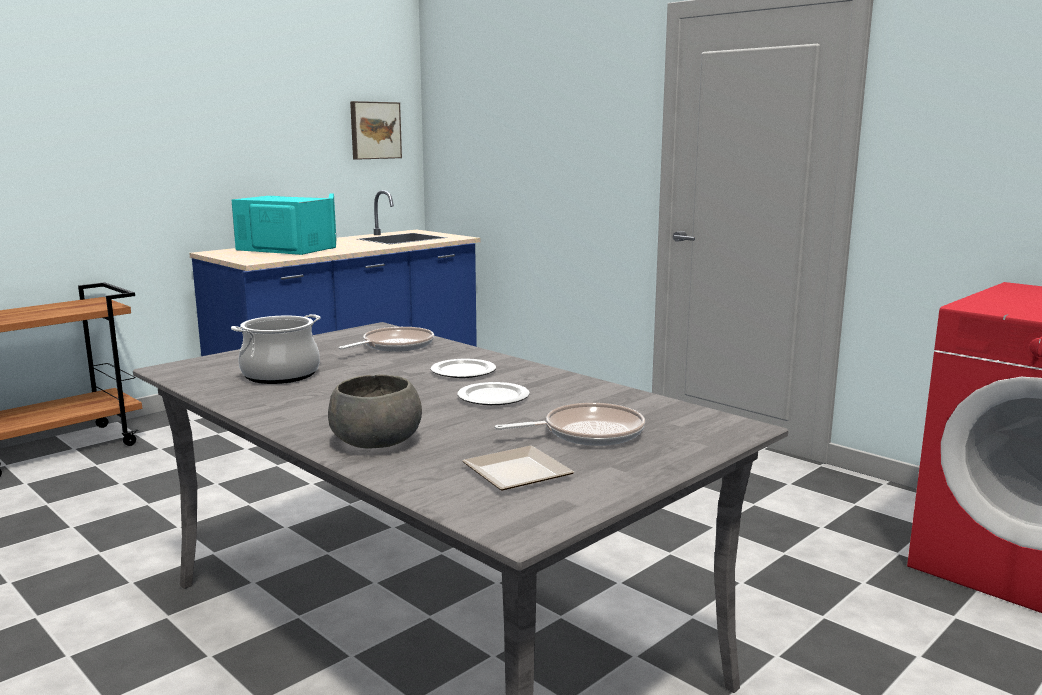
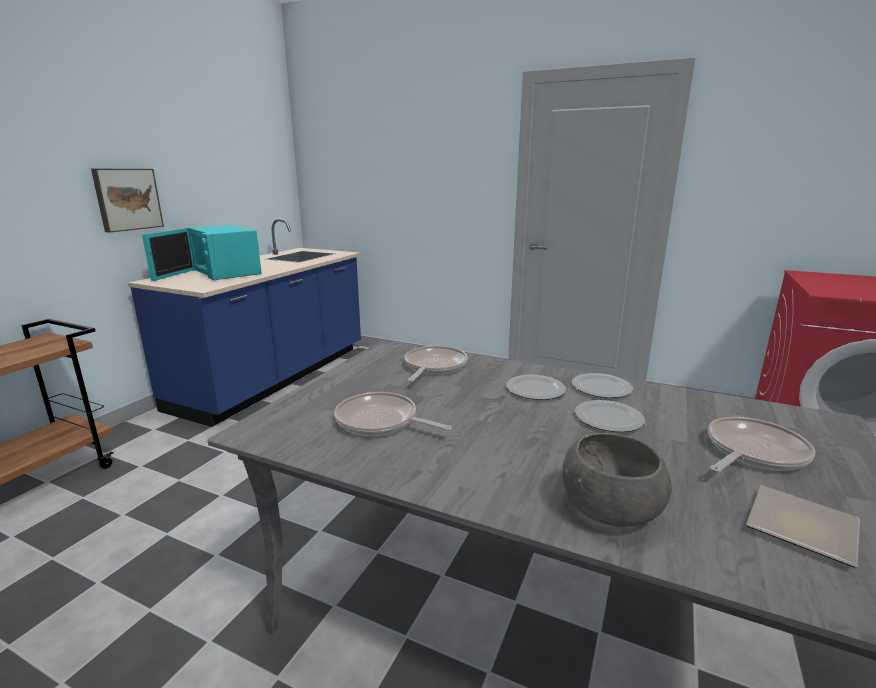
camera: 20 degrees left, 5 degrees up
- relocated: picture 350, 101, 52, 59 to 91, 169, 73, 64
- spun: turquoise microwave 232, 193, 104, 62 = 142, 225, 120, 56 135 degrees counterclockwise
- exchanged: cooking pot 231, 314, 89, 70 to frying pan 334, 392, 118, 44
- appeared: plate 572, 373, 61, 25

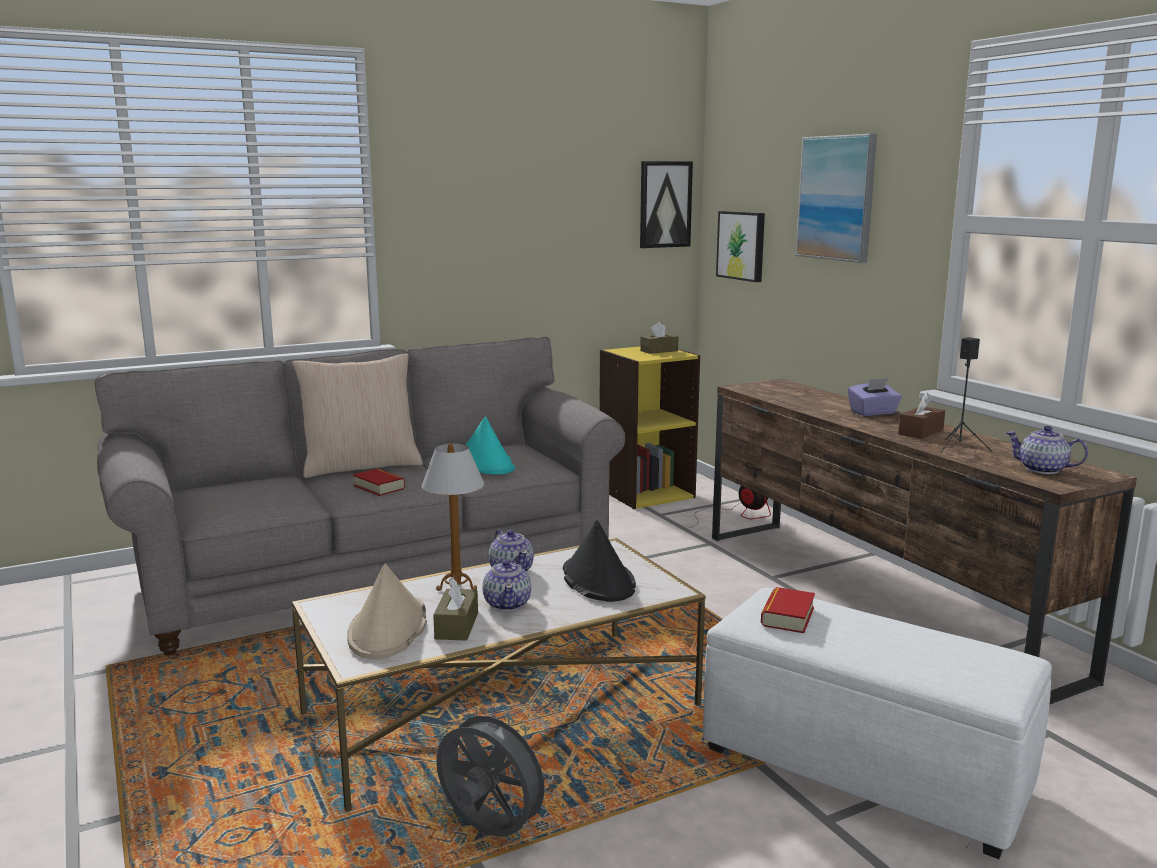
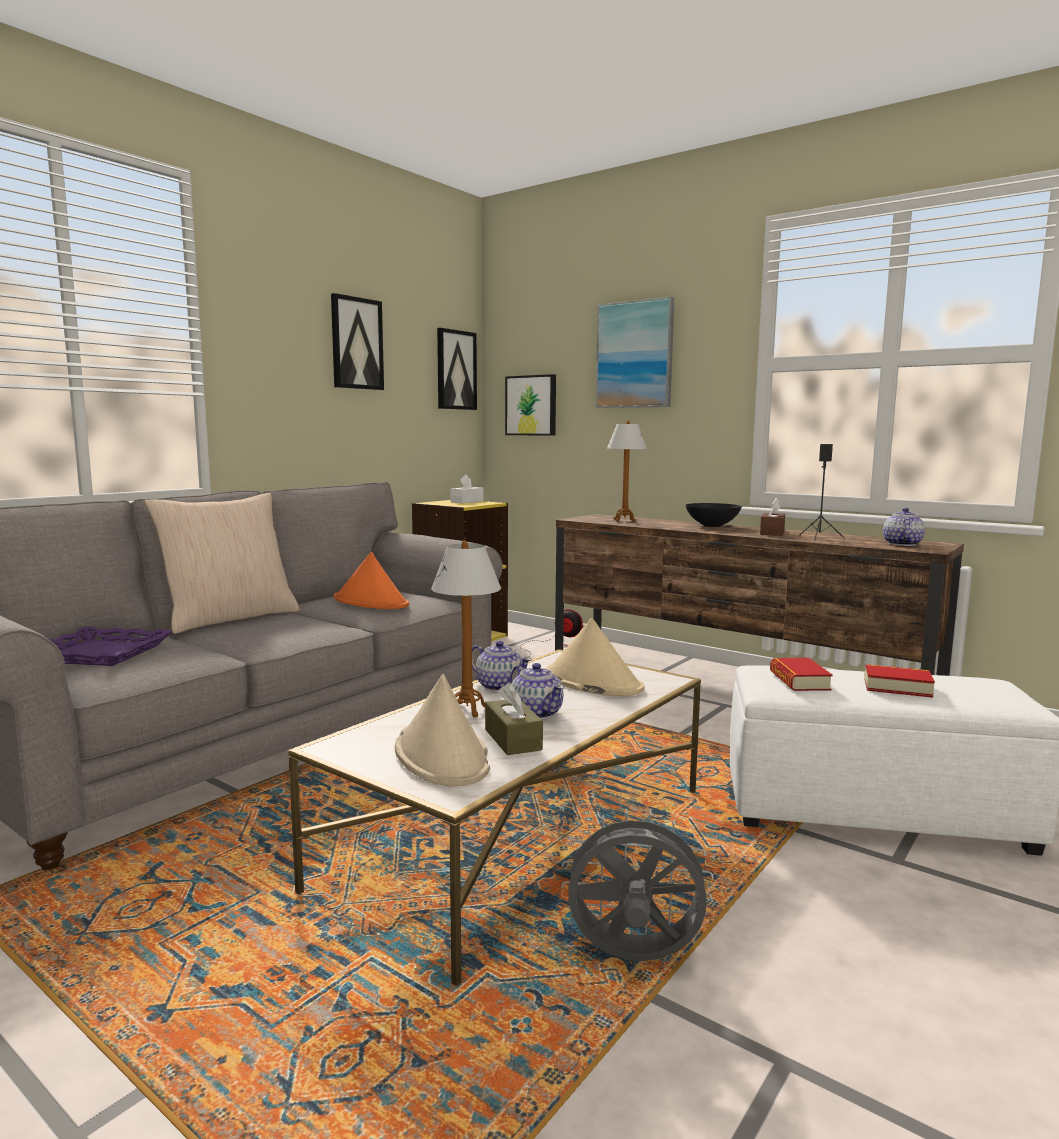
camera: 25 degrees left, 5 degrees down
- colour: brown tissue box 640, 322, 38, 32 to white tissue box 450, 475, 34, 28
- exchanged: purple tissue box 848, 378, 54, 38 to black bowl 685, 503, 57, 24
- colour: turquoise hat 466, 416, 49, 59 to orange hat 333, 552, 76, 57
- spun: teapot 1006, 426, 82, 48 = 883, 508, 42, 38 105 degrees clockwise
- relocated: book 353, 469, 52, 27 to 865, 664, 70, 34
- colour: black hat 563, 520, 73, 82 to beige hat 546, 618, 99, 78
- appeared: picture 331, 293, 53, 97
- appeared: table lamp 607, 421, 40, 101
- appeared: purple tray 50, 626, 122, 40

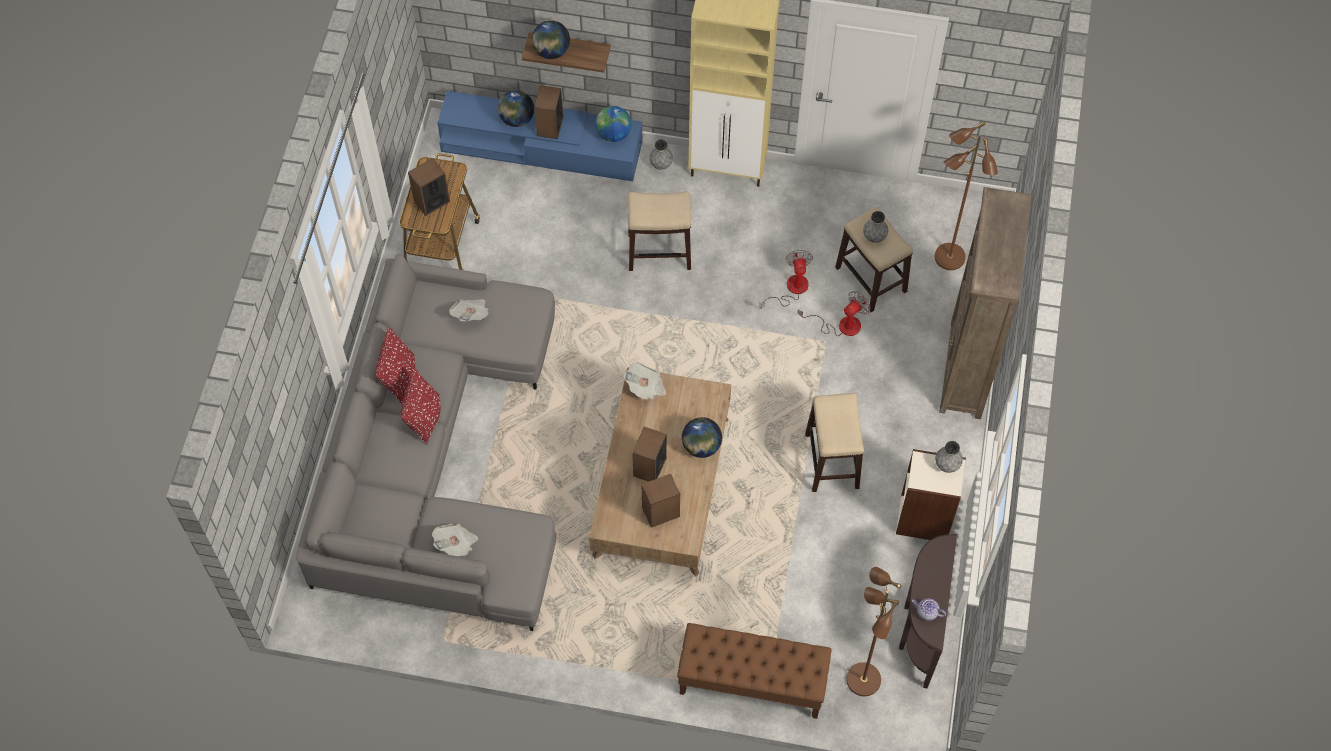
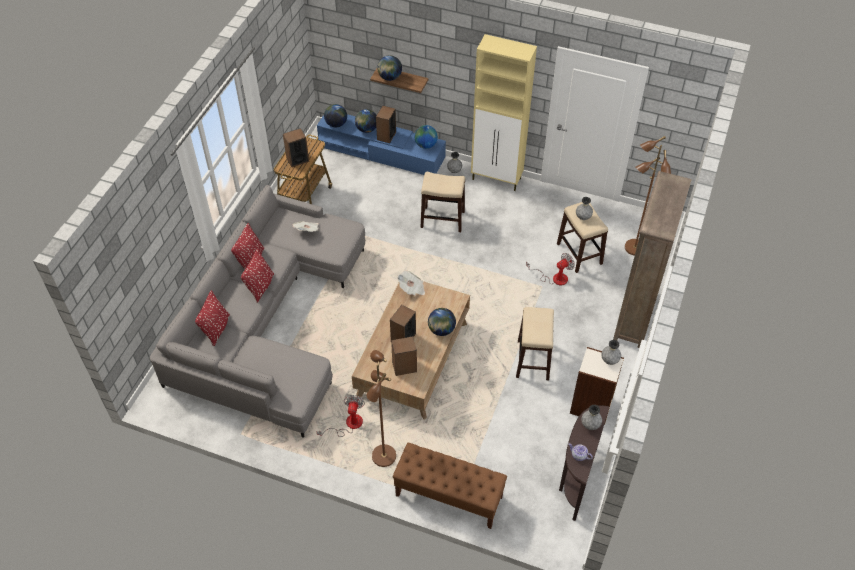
camera: 10 degrees right, 10 degrees down
- relocated: fan 759, 250, 54, 59 to 317, 395, 48, 42
- missing: newspaper 432, 523, 46, 33
- relocated: brown floor lamp 846, 567, 55, 129 to 366, 350, 30, 117
- appeared: globe 324, 104, 23, 24
- appeared: red pillow 195, 290, 35, 56
- appeared: grey vase 581, 405, 21, 25

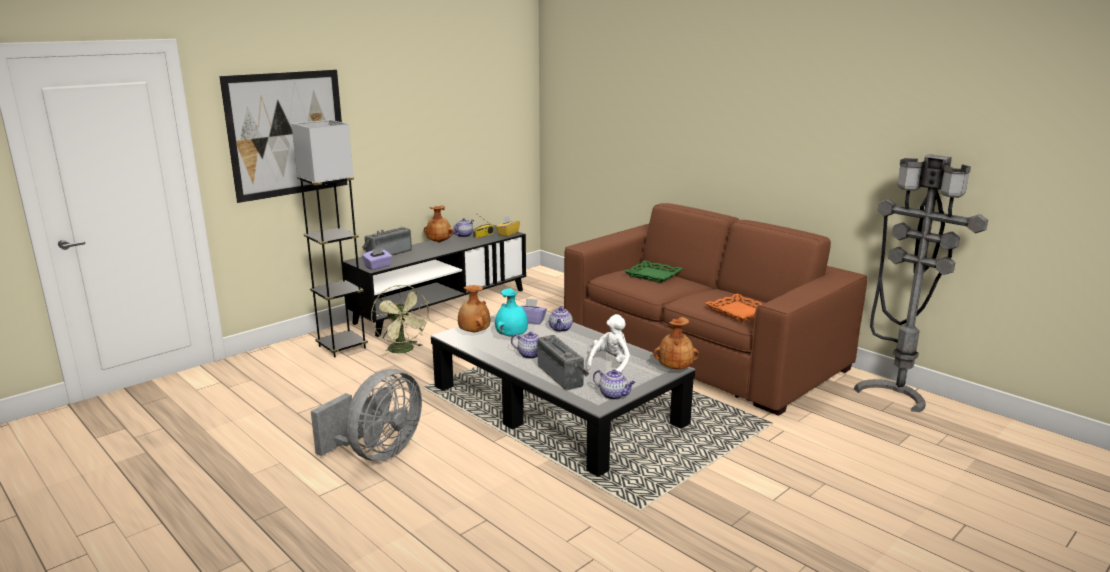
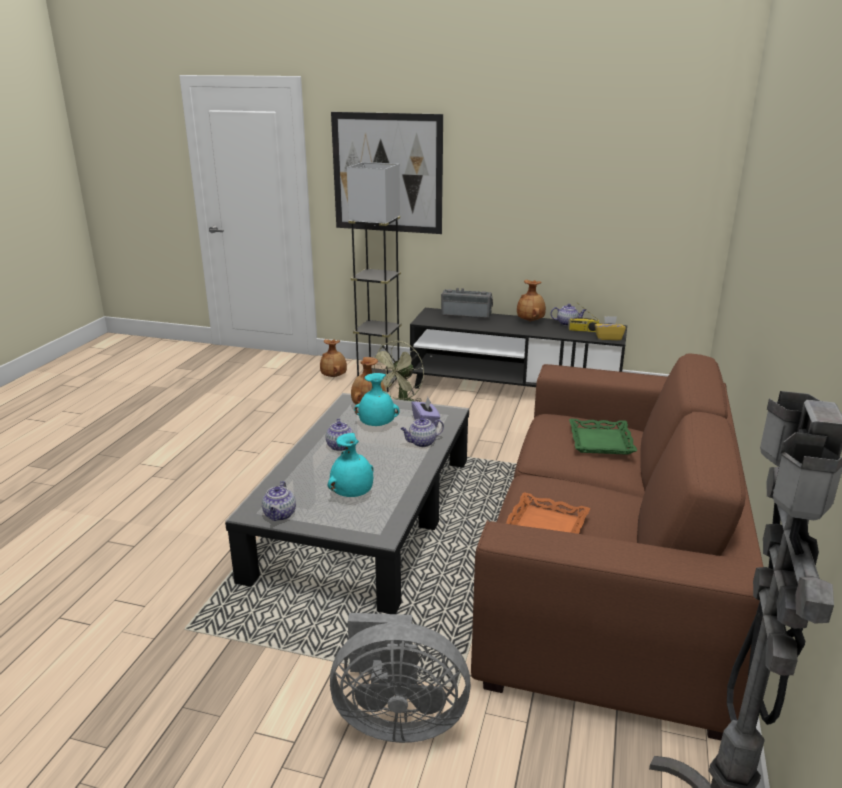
camera: 60 degrees right, 5 degrees up
- missing: purple tissue box 362, 247, 30, 23
- exchanged: white plush toy 586, 314, 44, 58 to turquoise vase 328, 433, 46, 64
- relocated: brown vase 653, 317, 46, 52 to 320, 339, 27, 38
- missing: radio 537, 335, 52, 55
- relocated: grey fan 311, 369, 111, 92 to 330, 613, 141, 130

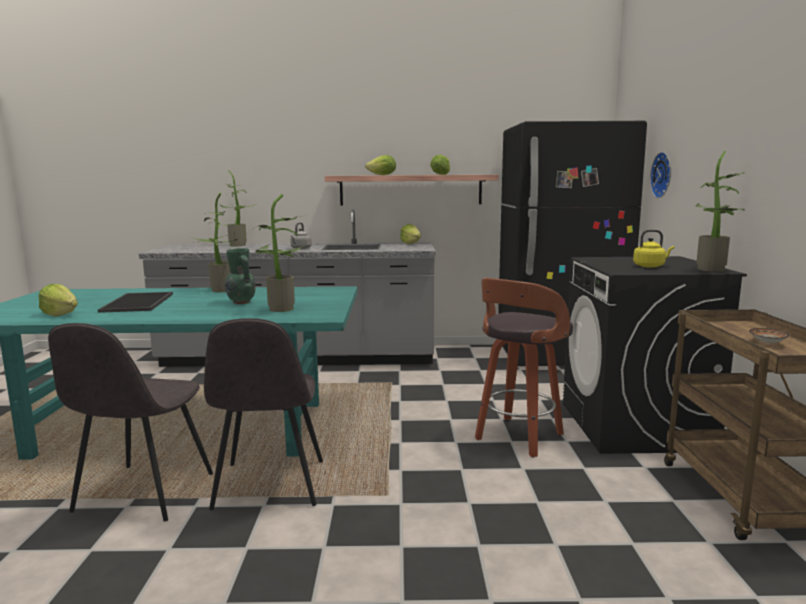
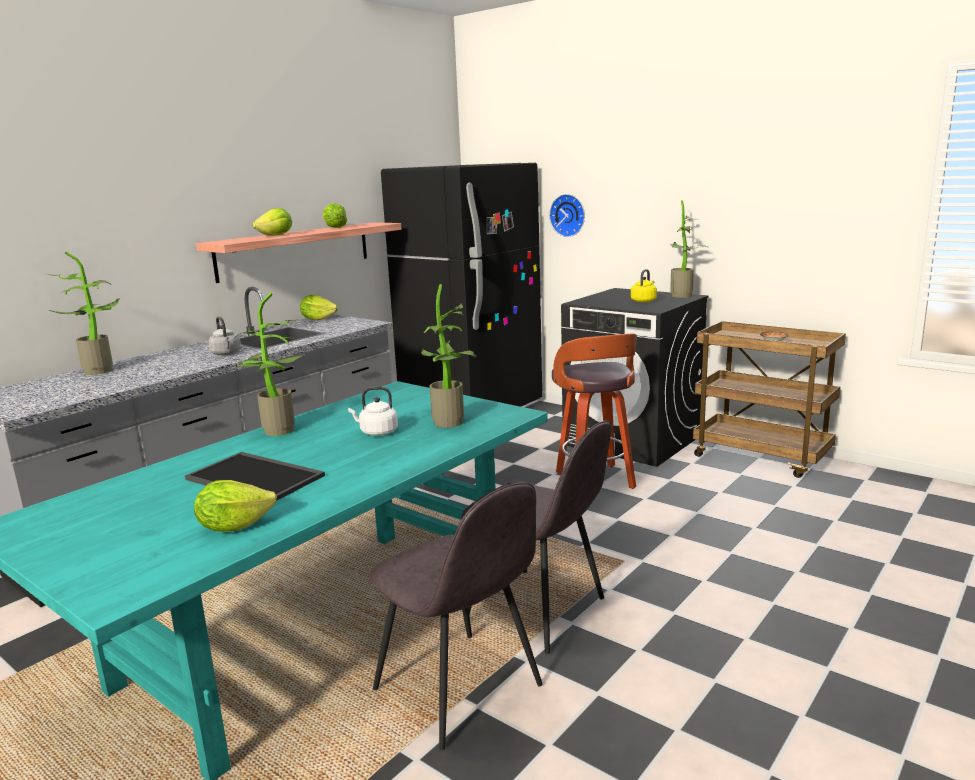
camera: 50 degrees left, 5 degrees up
- exchanged: green vase 225, 248, 31, 56 to white kettle 348, 387, 50, 49

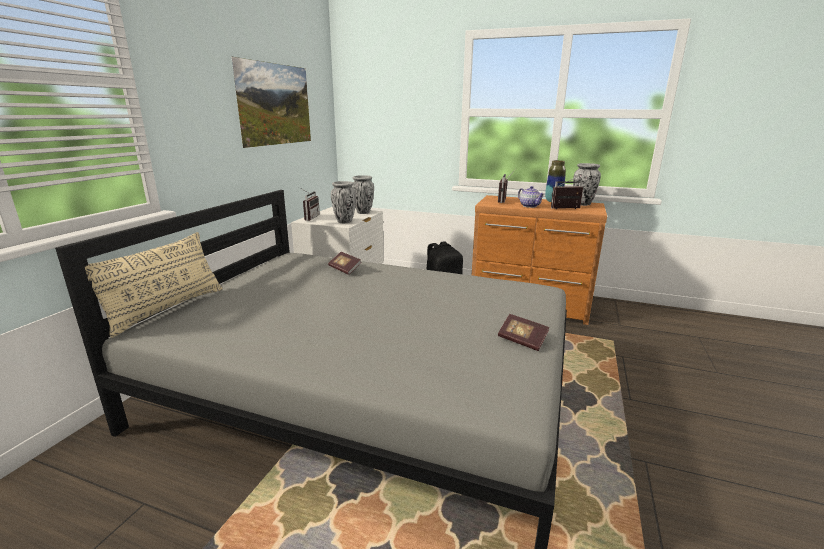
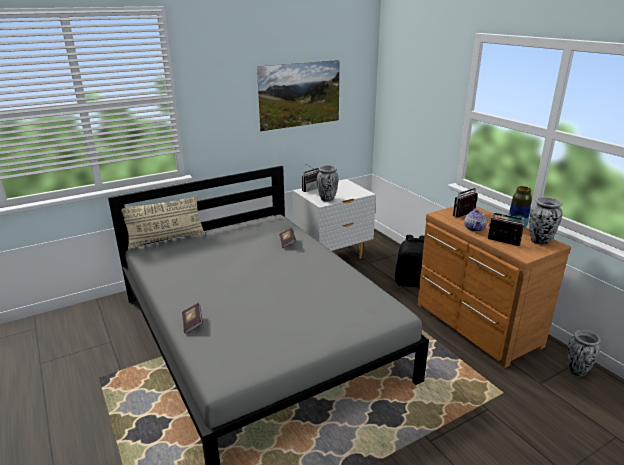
camera: 40 degrees right, 5 degrees up
- relocated: vase 352, 175, 22, 39 to 567, 330, 33, 47
- relocated: book 498, 314, 51, 37 to 182, 303, 21, 31

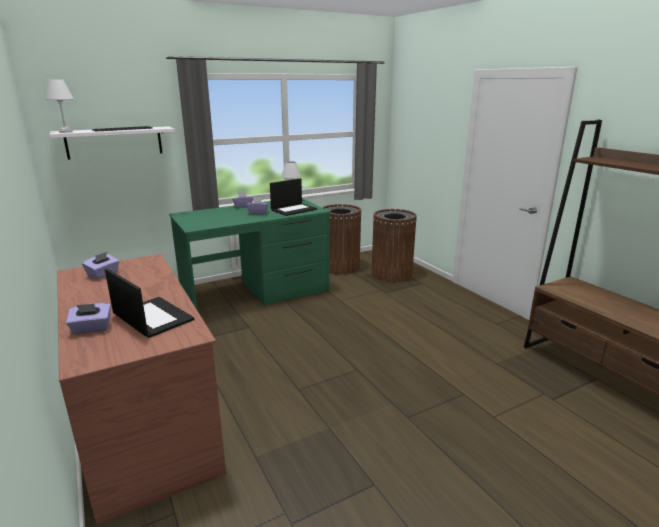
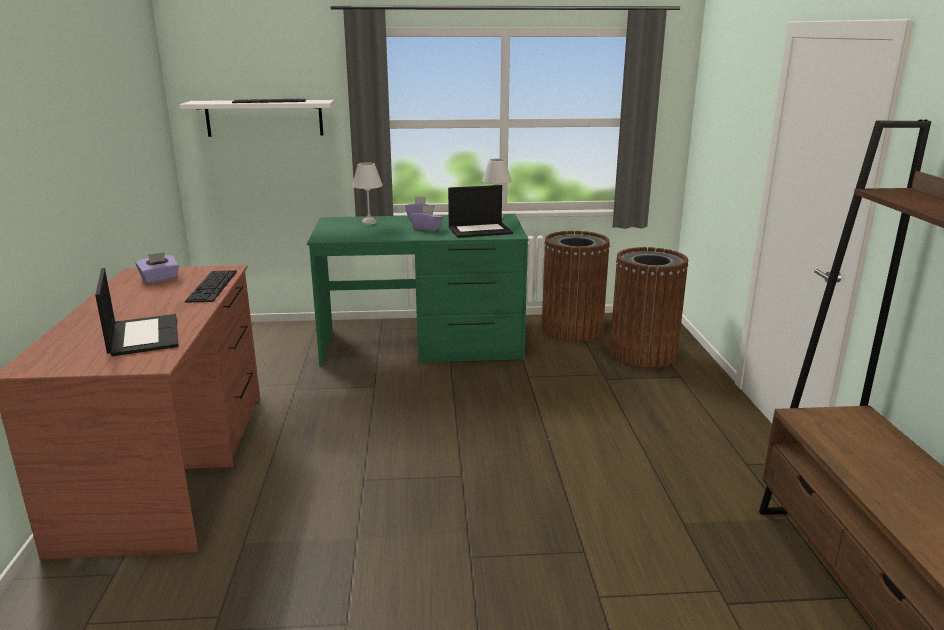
camera: 25 degrees right, 0 degrees up
- relocated: white table lamp 45, 80, 29, 53 to 352, 162, 31, 63
- missing: purple tissue box 66, 303, 45, 31
- appeared: keyboard 185, 270, 52, 33

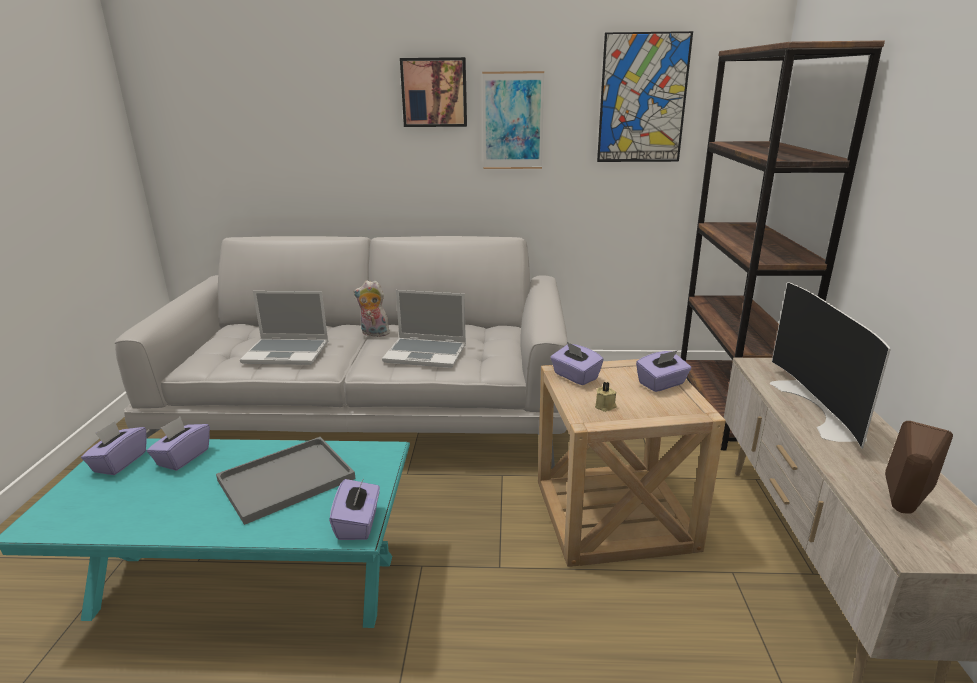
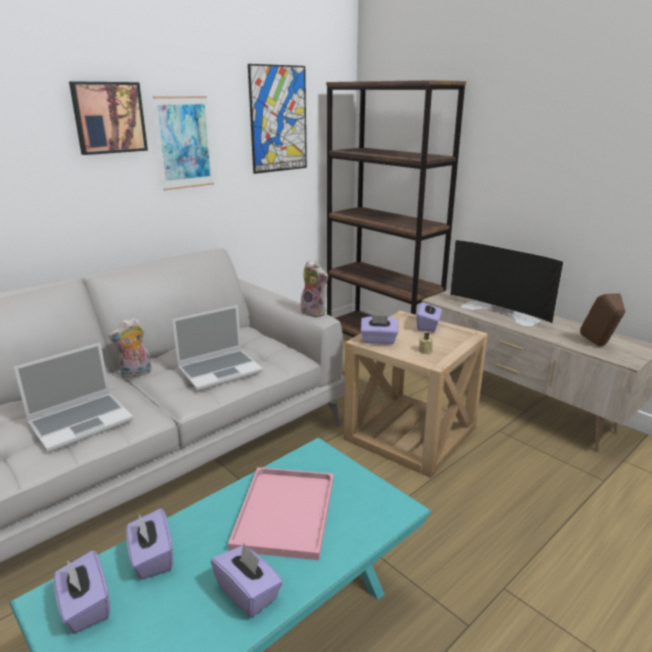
camera: 45 degrees left, 0 degrees up
- colour: grey tray 216, 437, 140, 88 to pink tray 228, 467, 105, 93
- relocated: purple tissue box 329, 478, 51, 62 to 211, 543, 72, 75
- appeared: plush toy 301, 260, 27, 57

